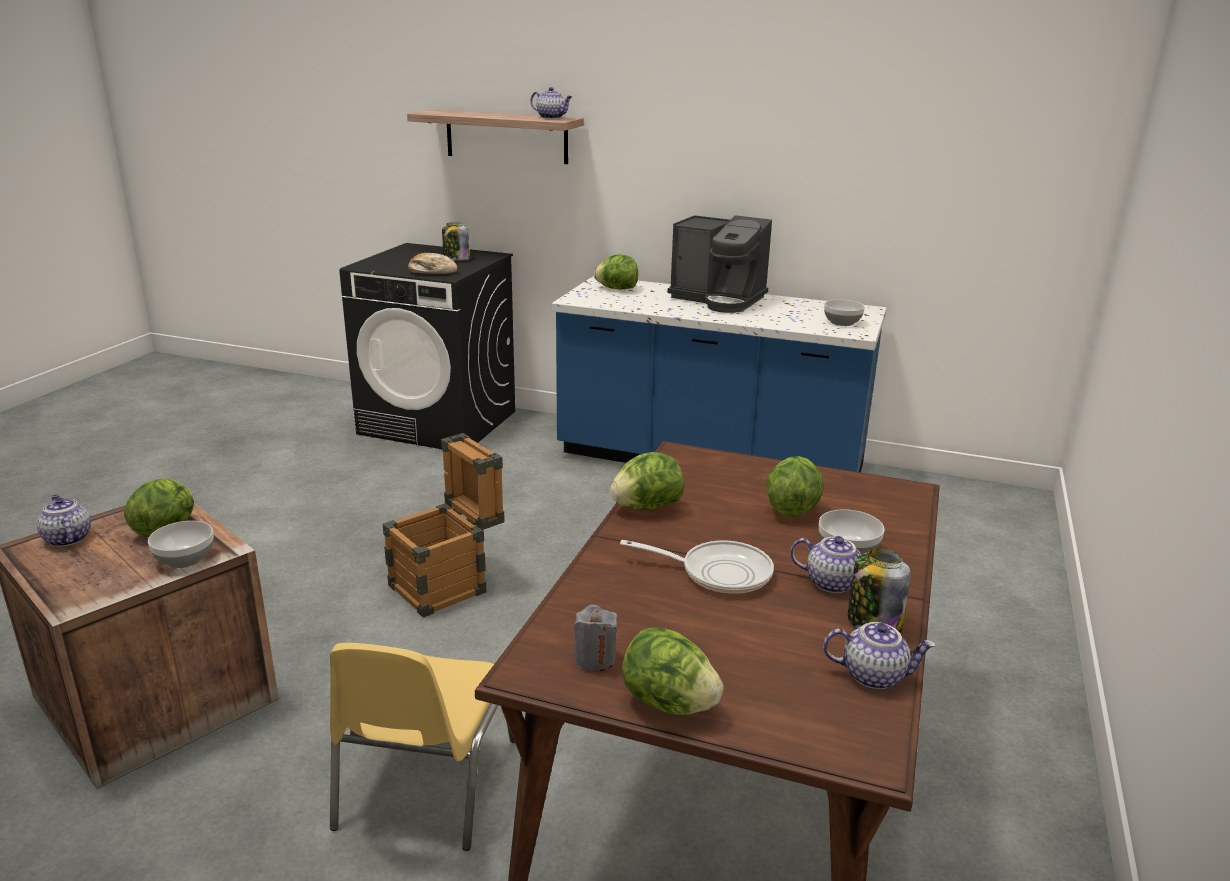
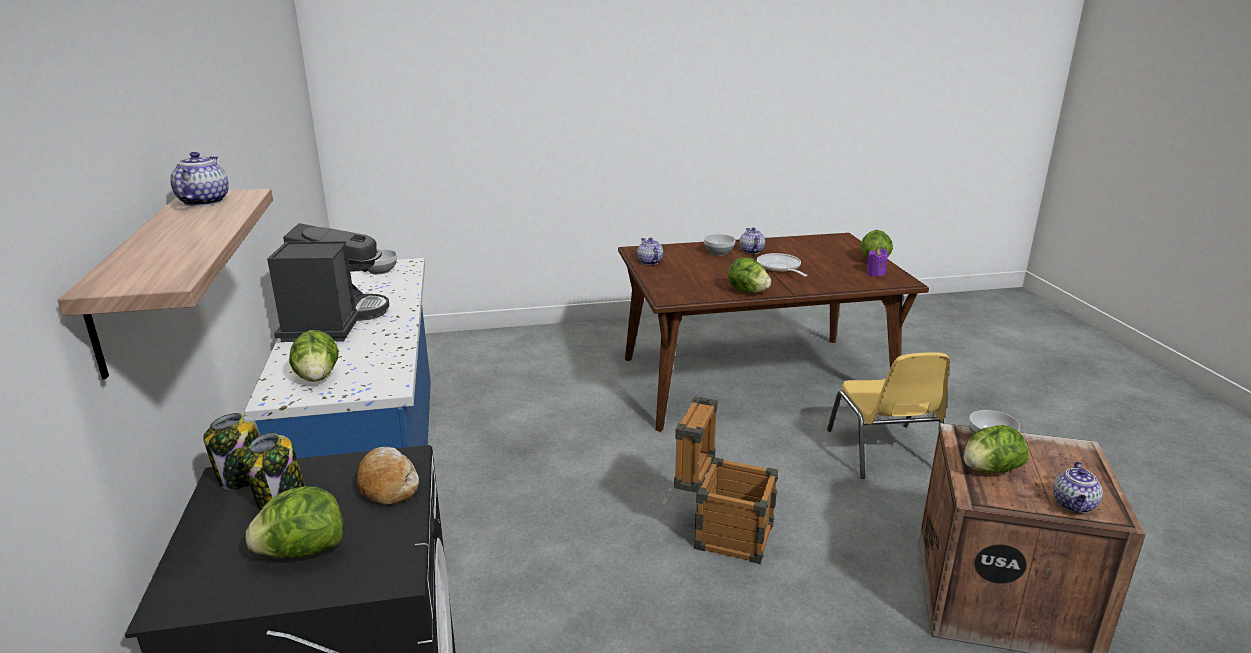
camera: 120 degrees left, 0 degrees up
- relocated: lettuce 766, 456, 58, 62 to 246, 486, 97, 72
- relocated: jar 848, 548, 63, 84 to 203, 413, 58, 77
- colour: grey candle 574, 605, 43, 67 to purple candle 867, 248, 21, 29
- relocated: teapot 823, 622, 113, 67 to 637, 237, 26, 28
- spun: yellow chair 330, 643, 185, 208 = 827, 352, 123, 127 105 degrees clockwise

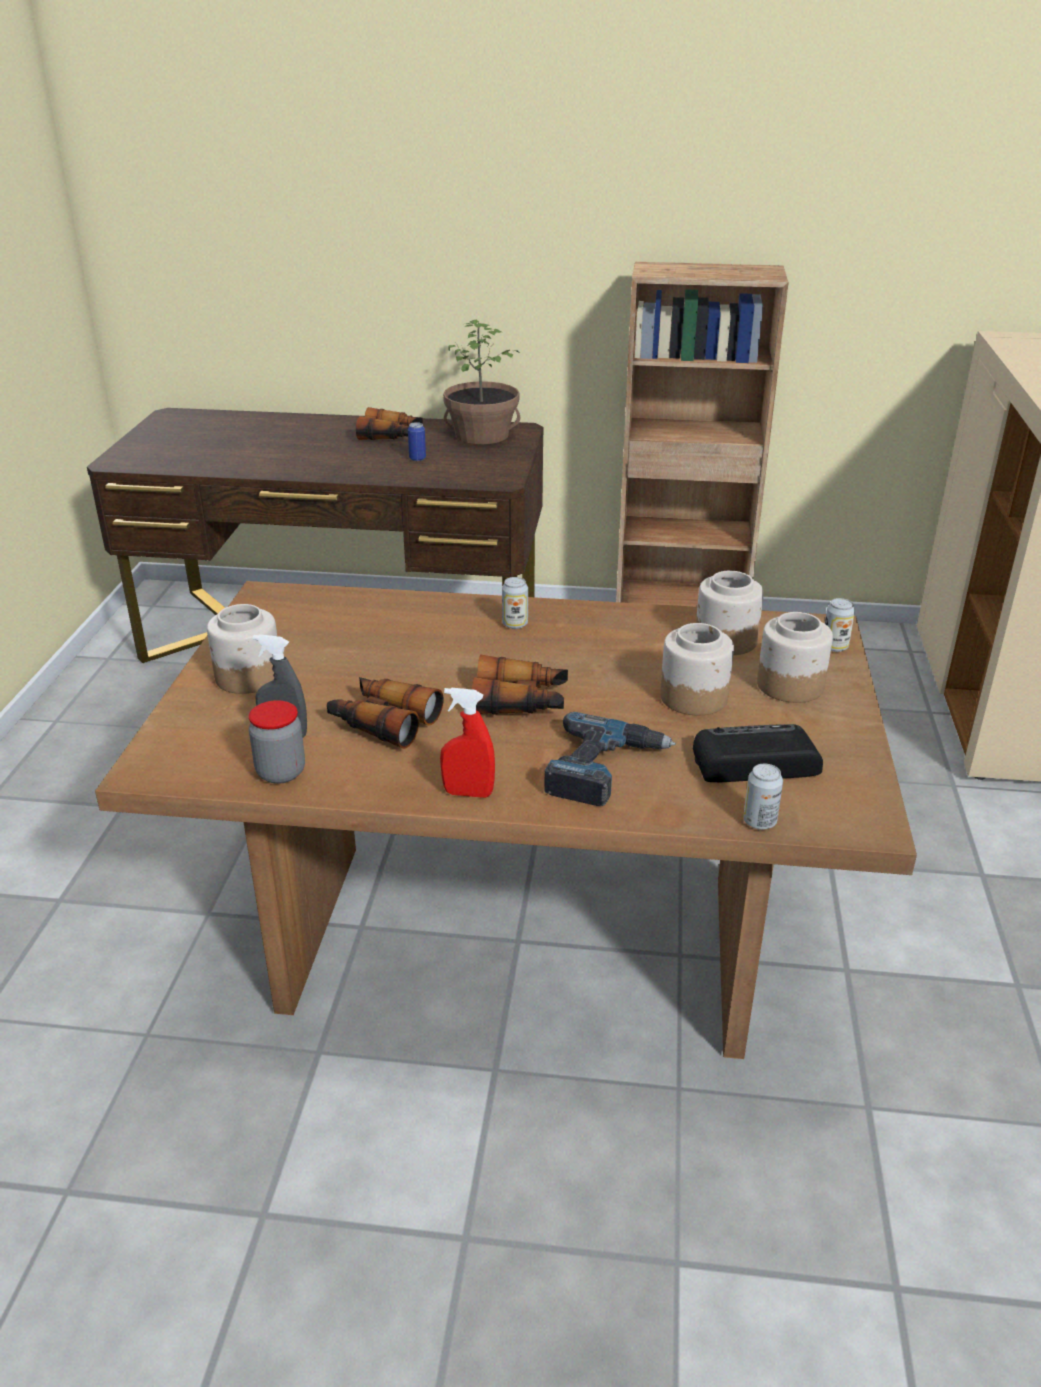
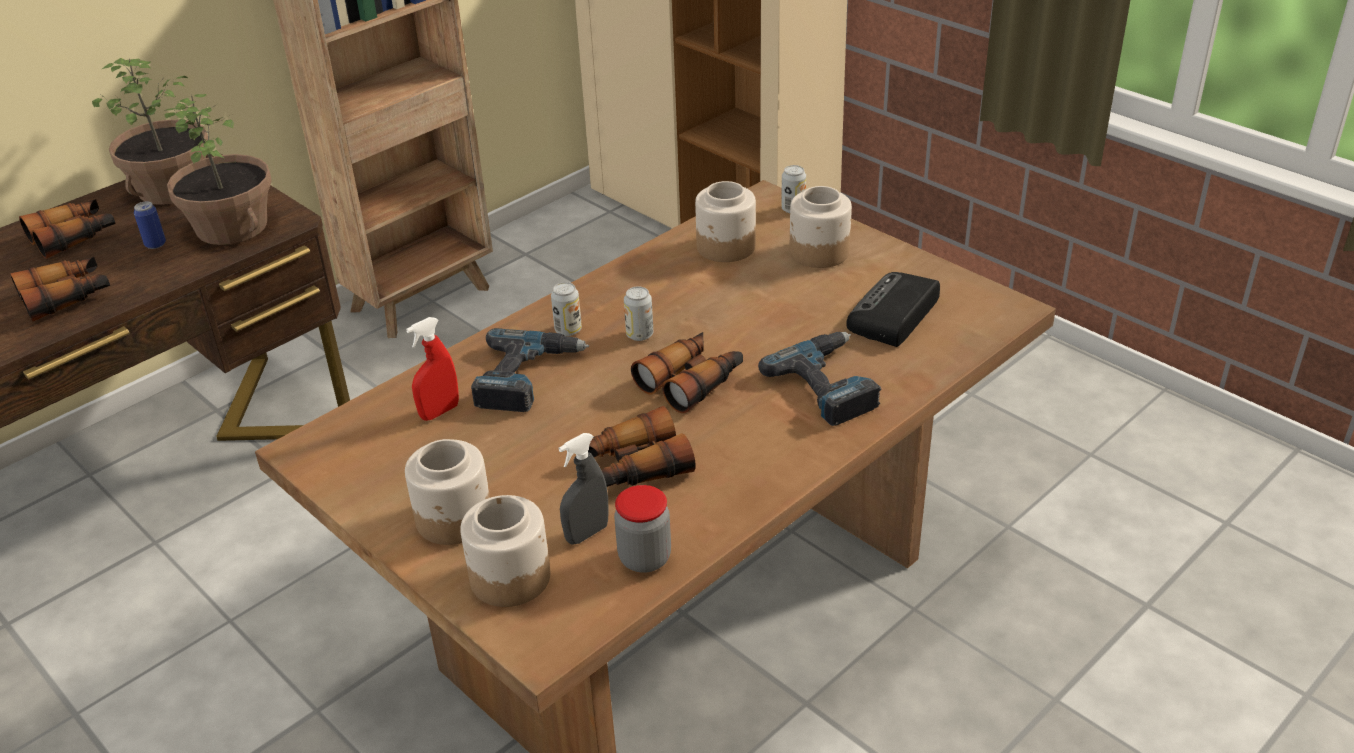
camera: 50 degrees left, 5 degrees up
- relocated: jar 660, 623, 74, 92 to 460, 495, 90, 112
- relocated: red spray bottle 440, 688, 55, 110 to 406, 317, 53, 104
- relocated: can 743, 764, 40, 66 to 624, 287, 29, 54
- appeared: potted plant 164, 94, 107, 151
- appeared: binoculars 10, 257, 100, 65
- appeared: power drill 471, 328, 118, 84

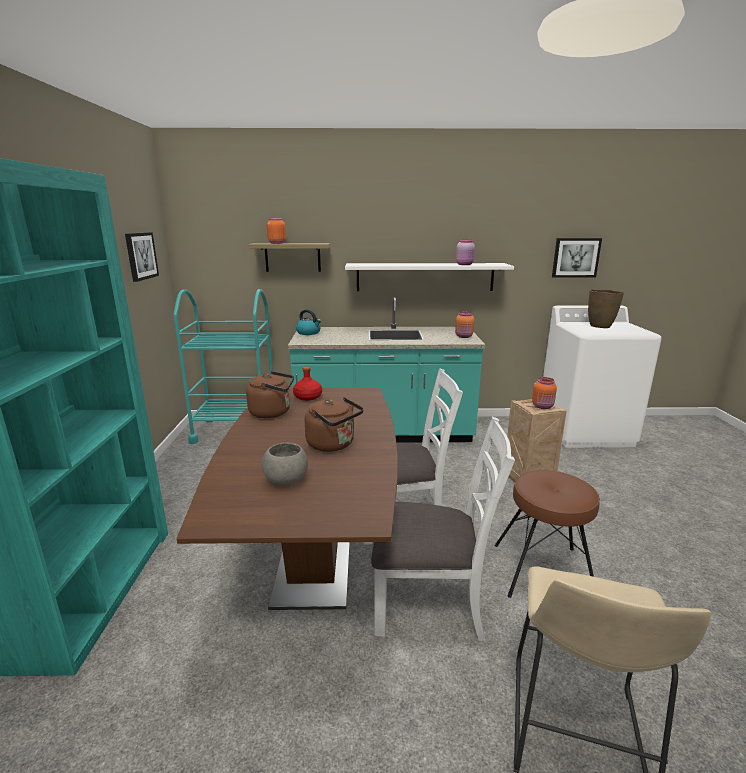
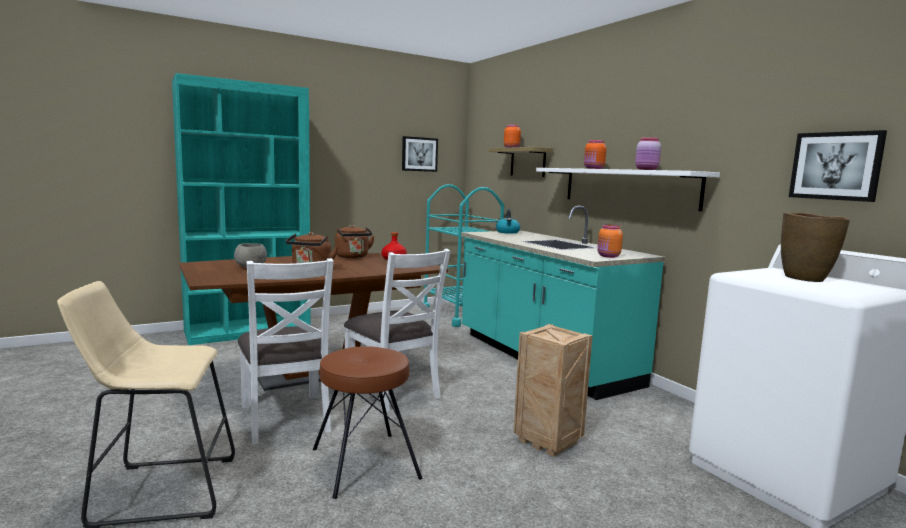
camera: 60 degrees right, 10 degrees down
- relocated: orange jar 532, 377, 25, 32 to 584, 140, 22, 29

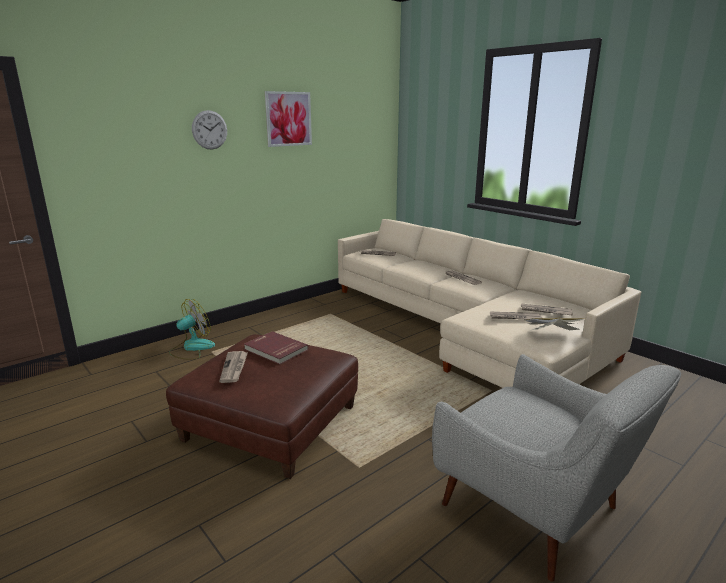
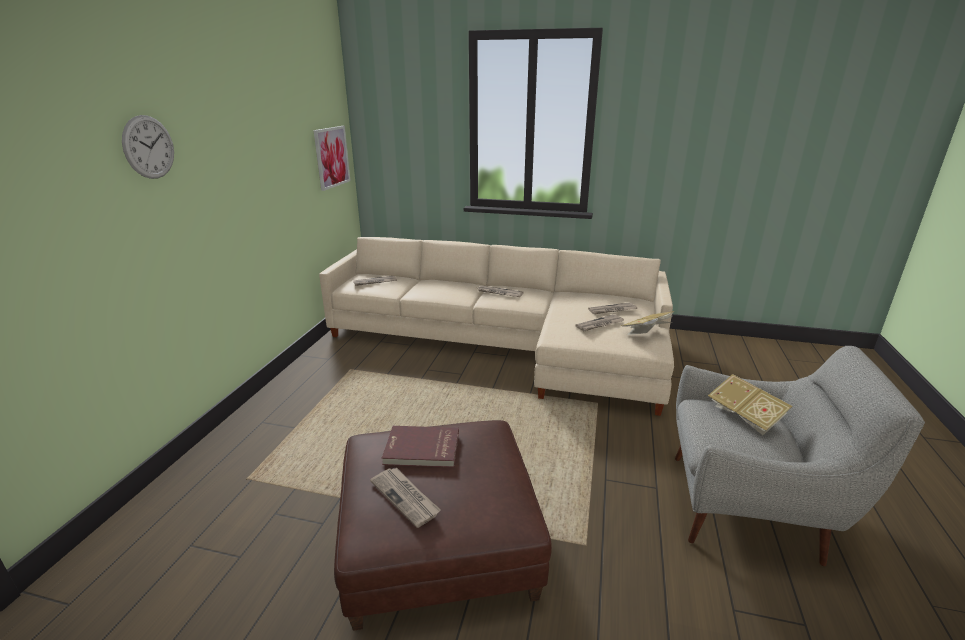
camera: 35 degrees left, 5 degrees up
- relocated: picture 265, 91, 47, 56 to 313, 126, 38, 65
- missing: fan 169, 299, 46, 60
- appeared: book 708, 374, 85, 61

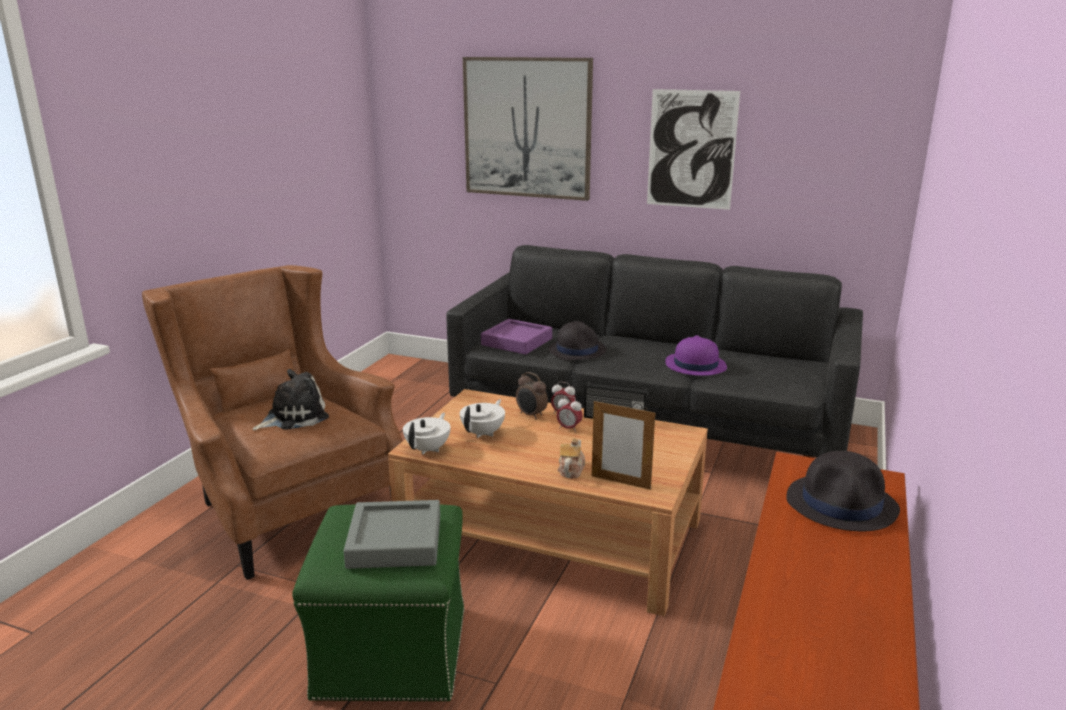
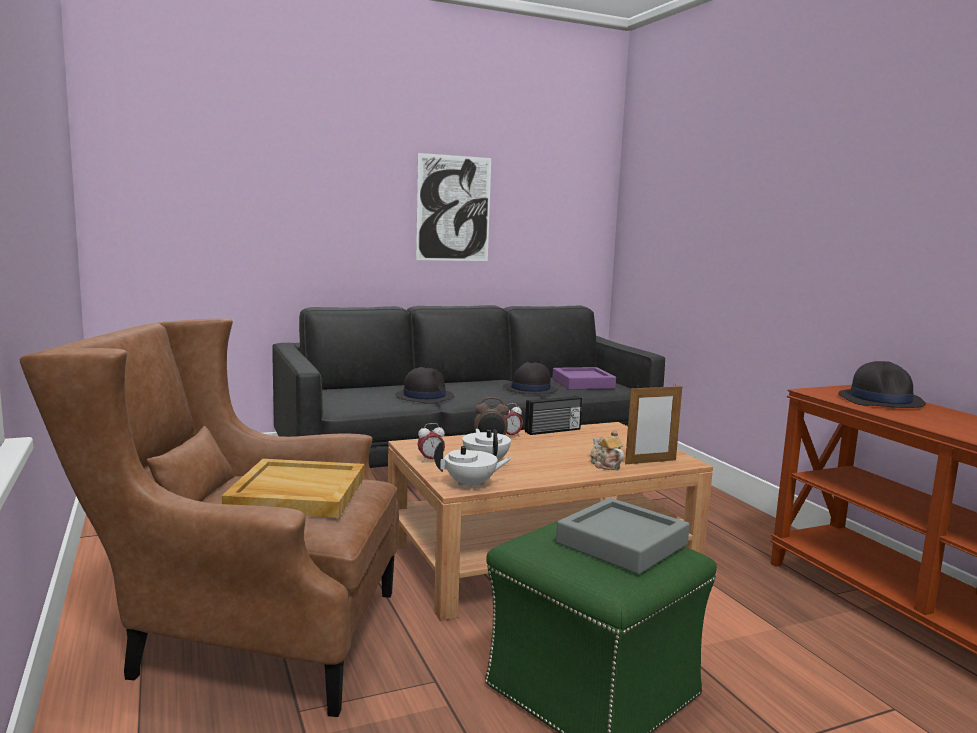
camera: 45 degrees left, 10 degrees down
- missing: picture 463, 57, 130, 144
- relocated: purple tray 481, 319, 71, 35 to 553, 367, 63, 23
- colour: purple hat 665, 335, 62, 41 to black hat 503, 362, 55, 32
- exchanged: plush toy 252, 369, 77, 61 to beige tray 222, 459, 142, 59
- relocated: alarm clock 556, 396, 27, 36 to 418, 423, 27, 39
- spun: white teapot 403, 413, 48, 42 = 434, 440, 78, 50 105 degrees clockwise

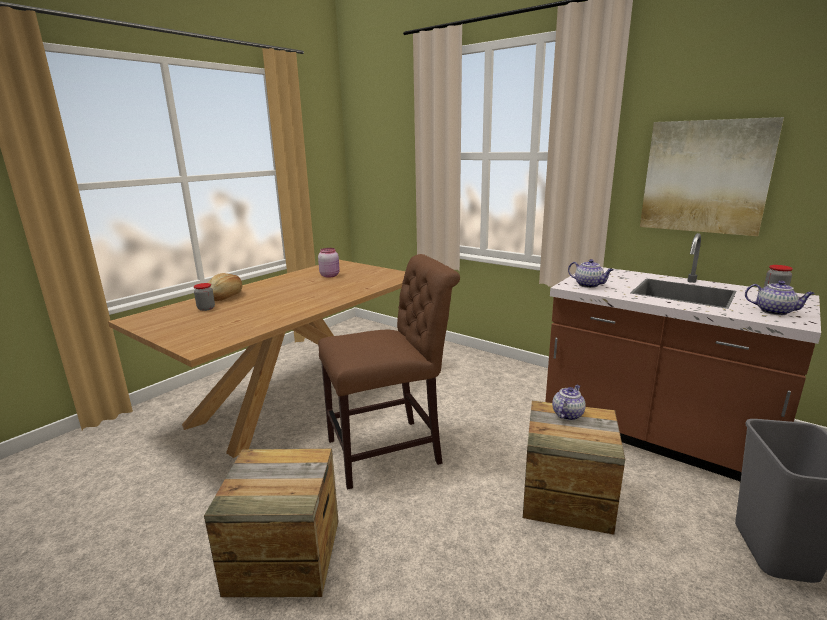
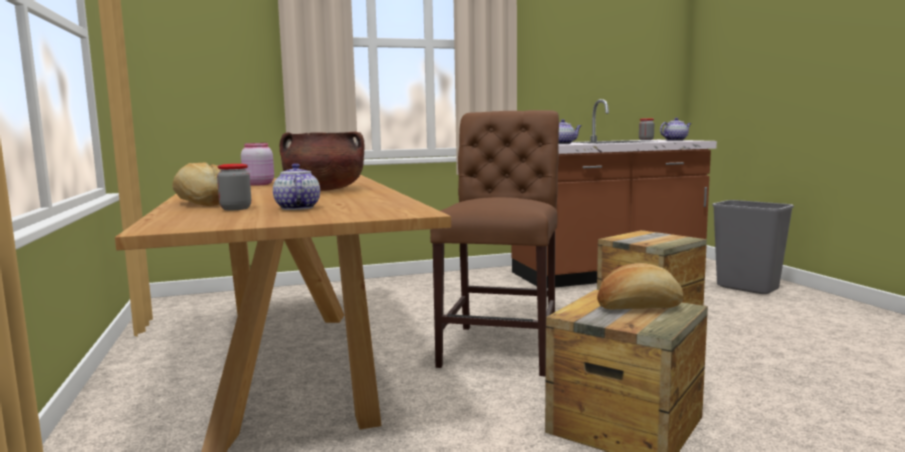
camera: 55 degrees left, 10 degrees down
- missing: picture 640, 117, 144, 119
- relocated: teapot 552, 385, 34, 36 to 273, 163, 47, 47
- appeared: brown cooking pot 280, 131, 85, 60
- appeared: bread 597, 263, 86, 46

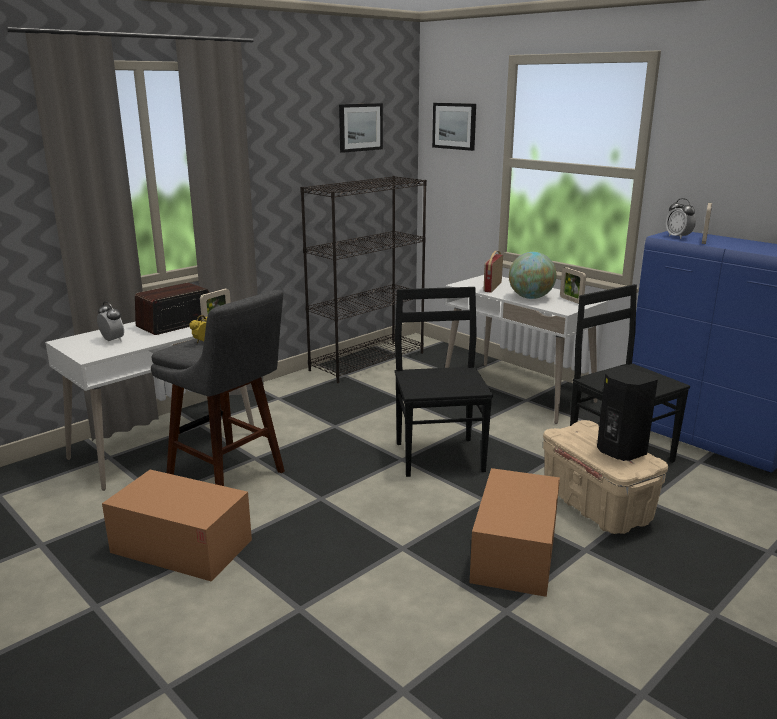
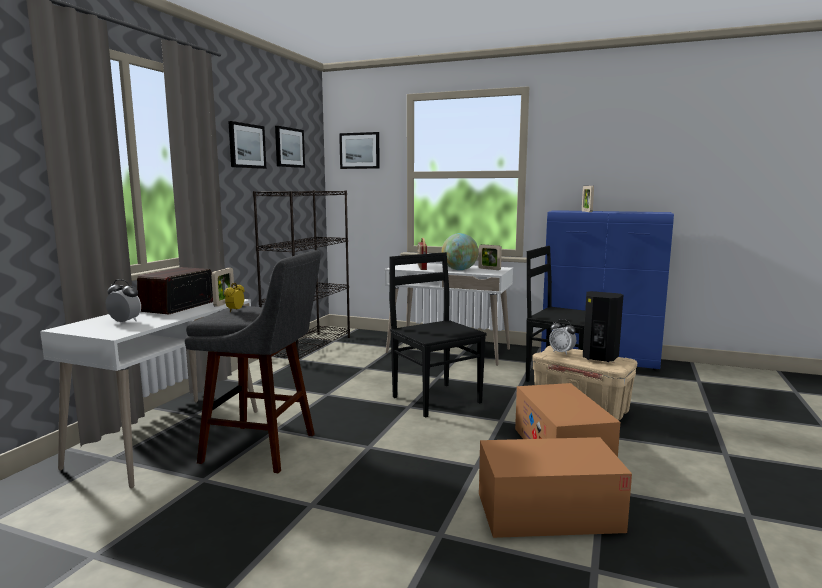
camera: 25 degrees left, 10 degrees down
- relocated: alarm clock 666, 198, 30, 41 to 549, 319, 27, 36
- relocated: cardboard box 102, 469, 150, 113 to 479, 437, 153, 101
- appeared: picture 228, 121, 38, 48

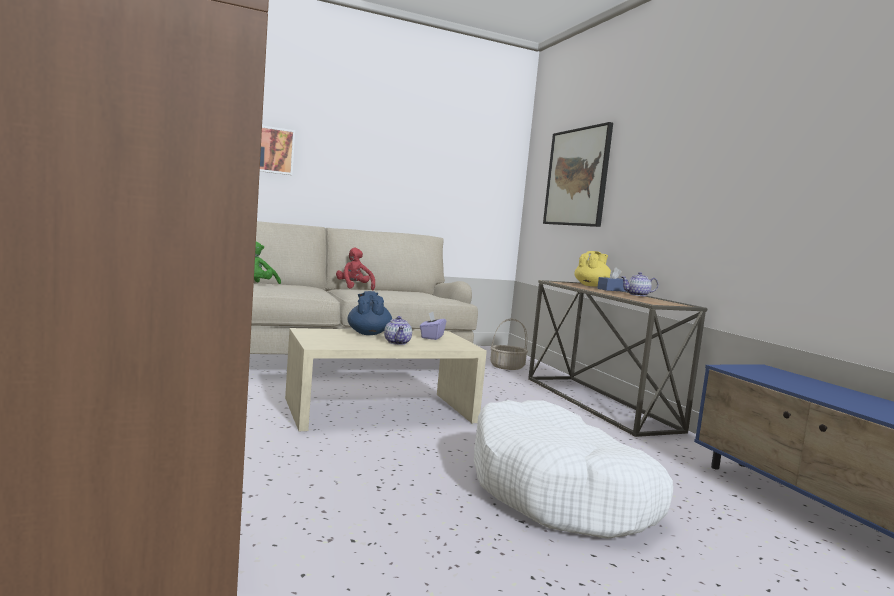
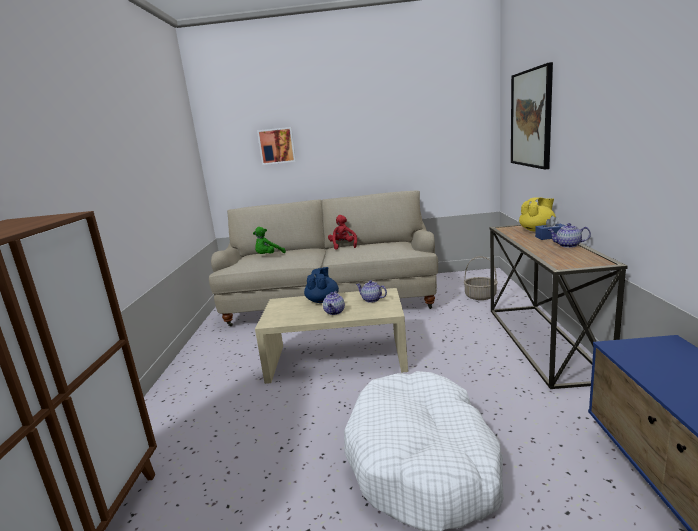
camera: 25 degrees right, 10 degrees up
- exchanged: purple tissue box 420, 312, 26, 28 to teapot 356, 280, 31, 23

